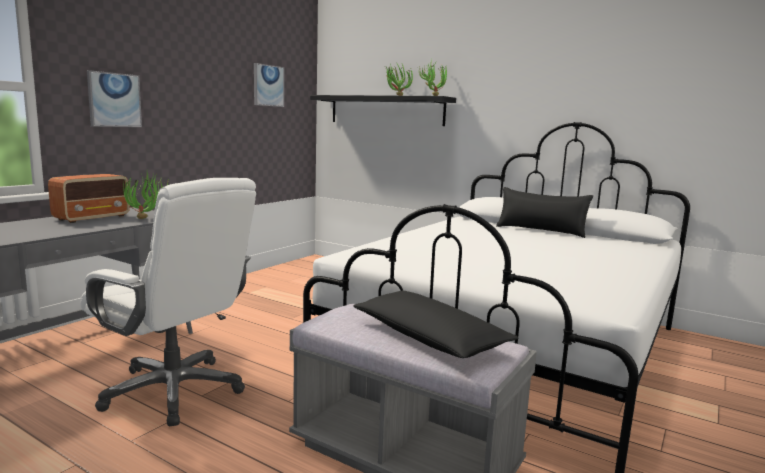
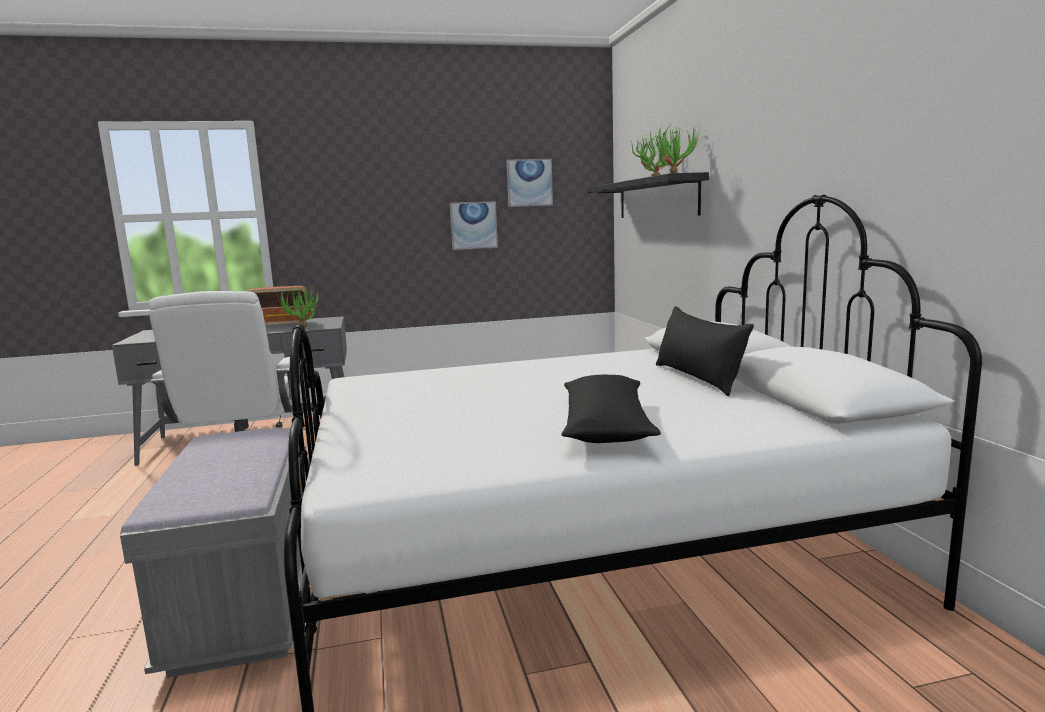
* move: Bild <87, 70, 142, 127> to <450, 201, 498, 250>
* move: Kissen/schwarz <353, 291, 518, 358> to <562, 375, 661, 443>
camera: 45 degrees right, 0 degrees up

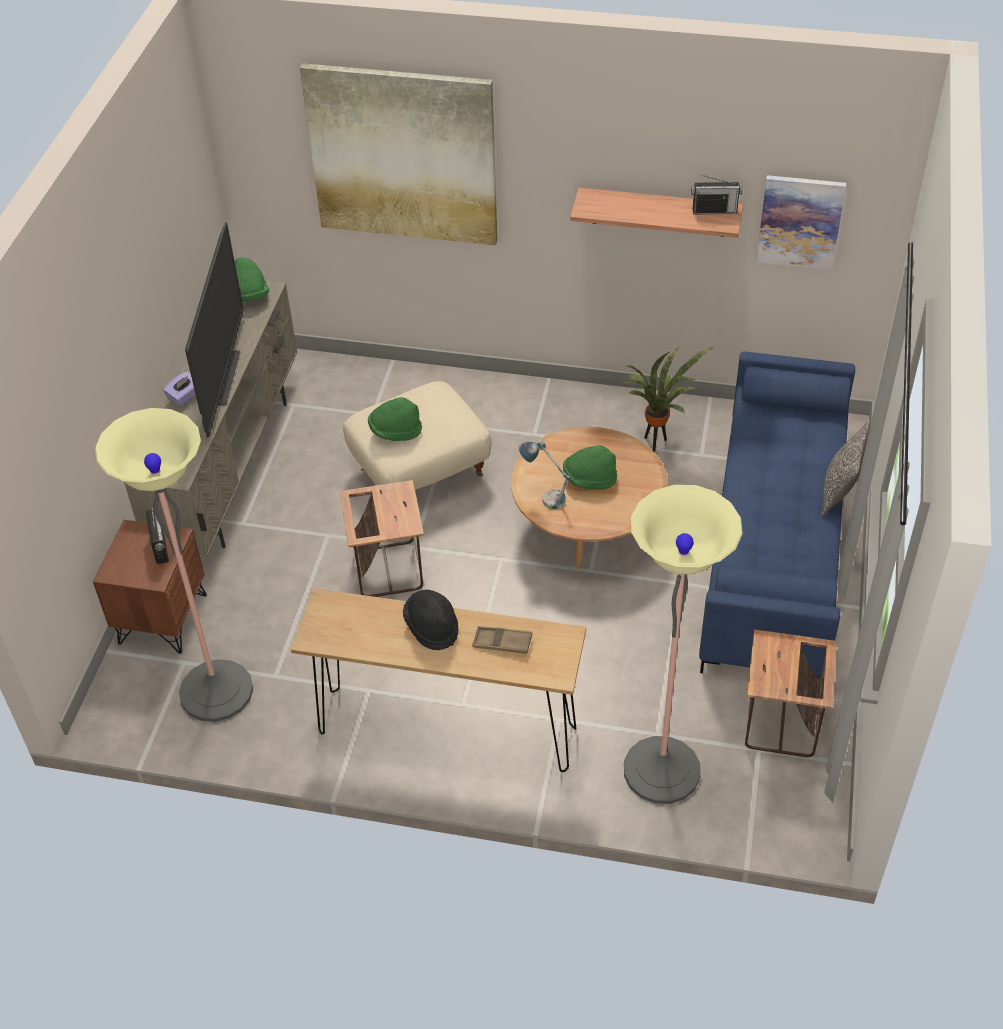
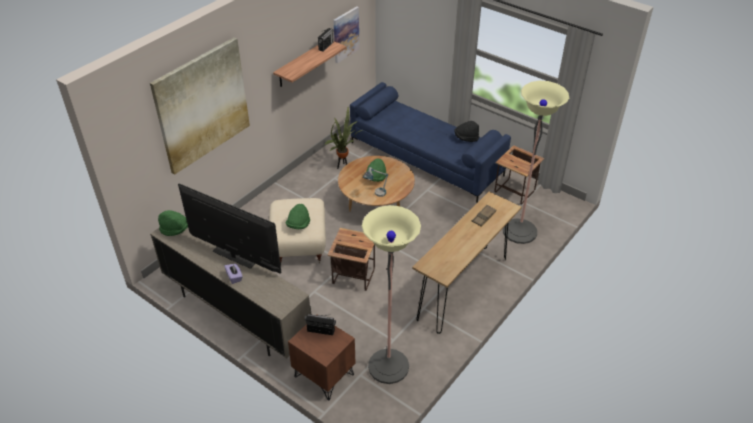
* delete: Kissen <821, 420, 870, 517>
* move: Hut/schwarz <403, 590, 458, 650> to <454, 121, 479, 142>
camera: 65 degrees left, 5 degrees down

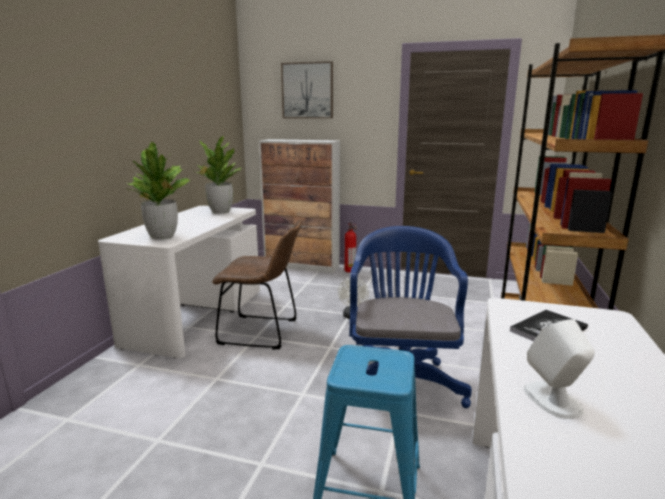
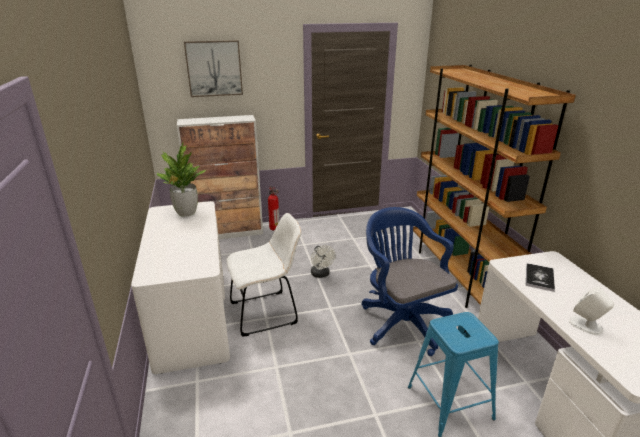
* delete: Topfpflanze <125, 142, 190, 240>
* recolor: Stuhl/braun <212, 220, 301, 349> to Stuhl/weiß <227, 213, 302, 337>
camera: 30 degrees left, 10 degrees up

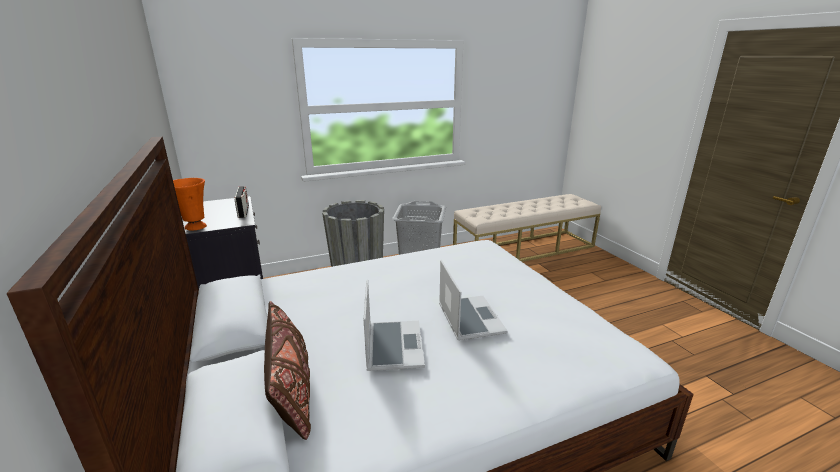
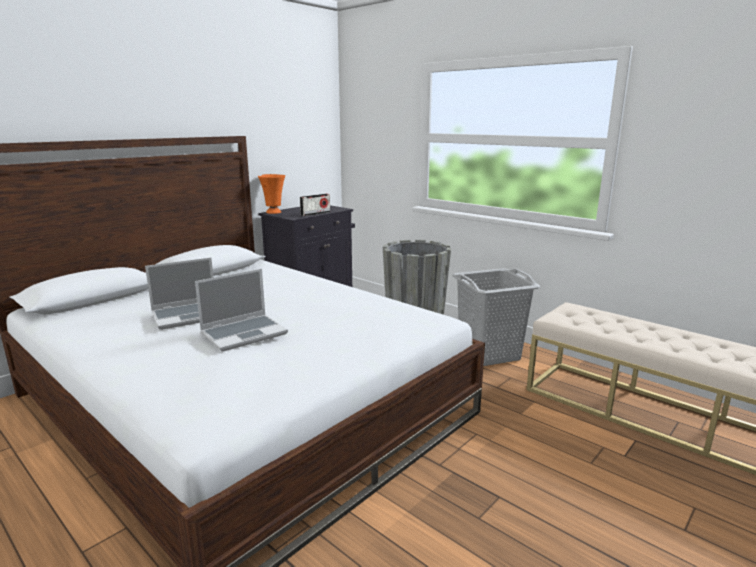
* delete: Kissen/braun <264, 301, 311, 440>
camera: 65 degrees right, 5 degrees down

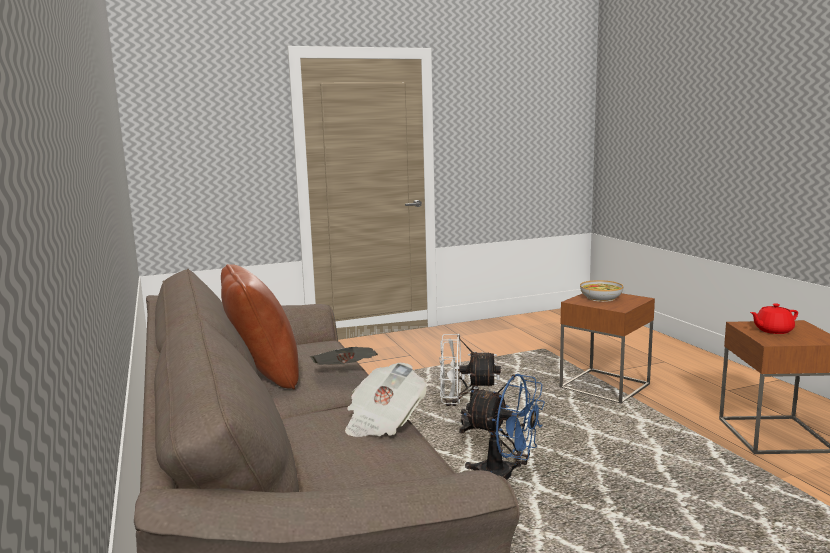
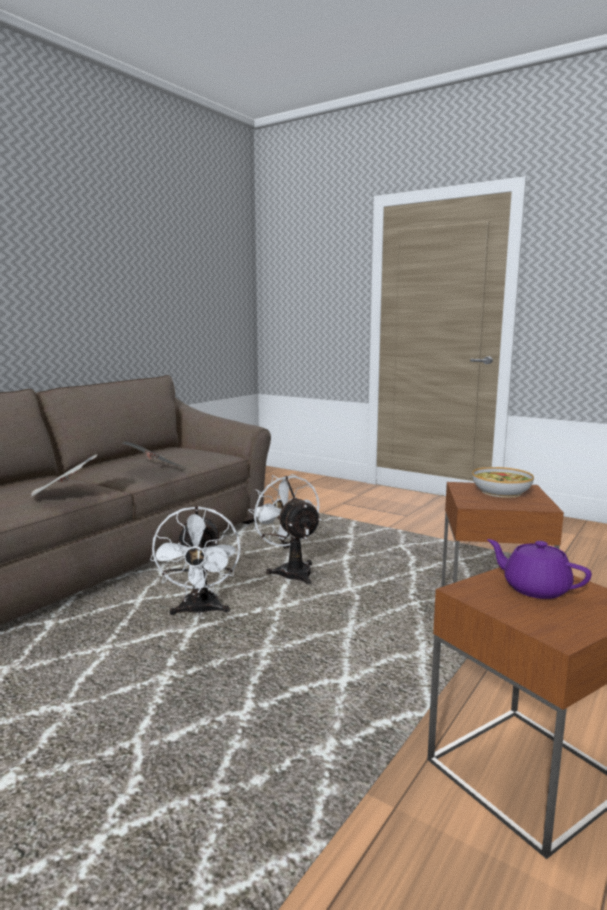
* delete: Kissen/braun <221, 264, 299, 389>
* recolor: Ventilator/blau <464, 374, 545, 480> to Ventilator/weiß <150, 506, 241, 616>
* recolor: Teekanne/rot <750, 303, 798, 334> to Teekanne/lila <487, 539, 592, 599>
camera: 55 degrees right, 0 degrees up

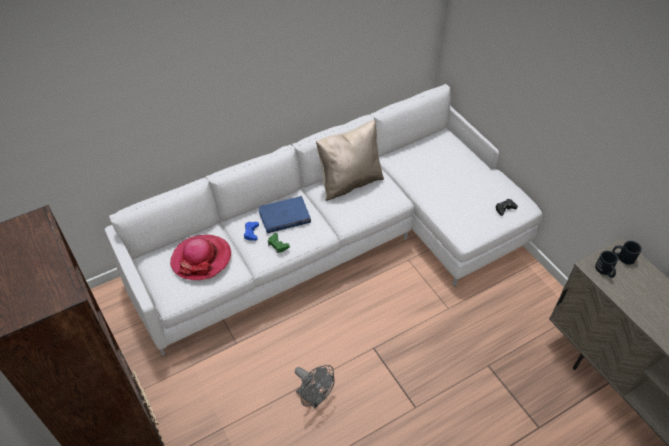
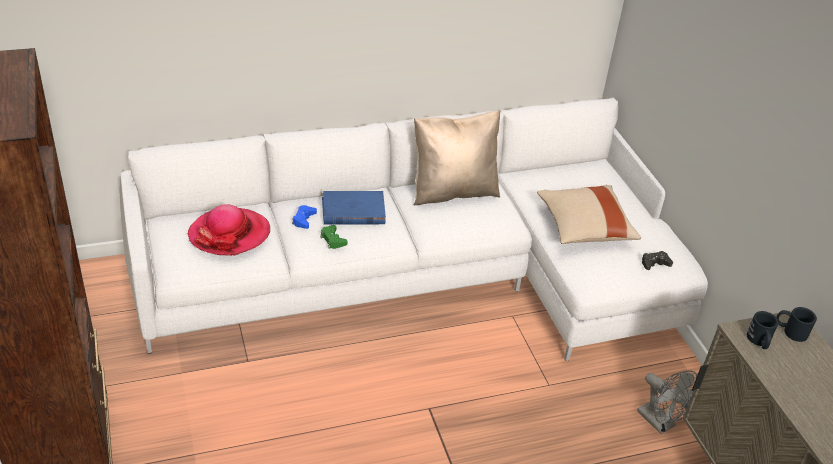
* insert: Kissen/beige <537, 185, 641, 244>
* move: Ventilator/grau <295, 365, 335, 408> to <637, 371, 697, 434>
camera: 10 degrees right, 10 degrees down

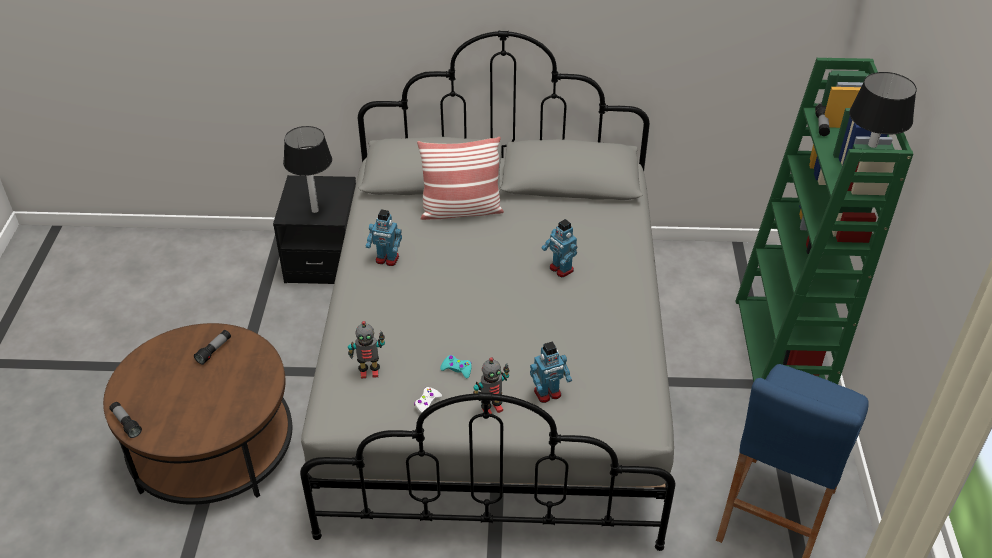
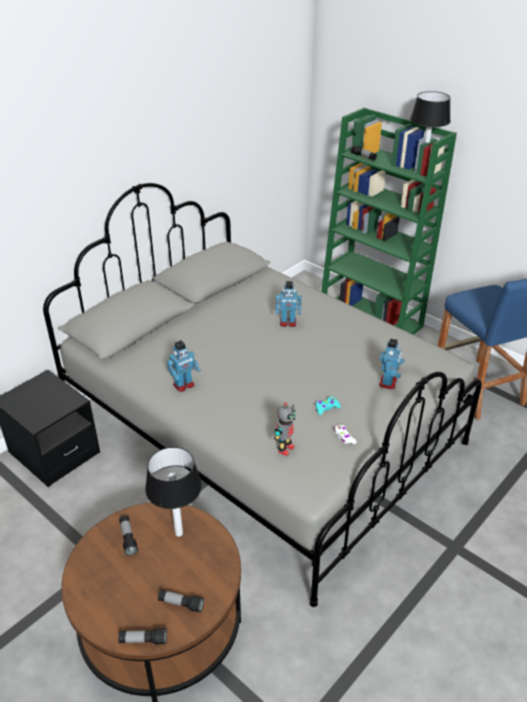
* delete: Kissen <417, 137, 504, 220>
* delete: Spielzeugroboter <473, 357, 510, 414>
* insert: Taschenlampe <158, 589, 204, 613>
* move: Tischlampe <283, 126, 332, 213> to <145, 447, 202, 537>
camera: 50 degrees left, 5 degrees down

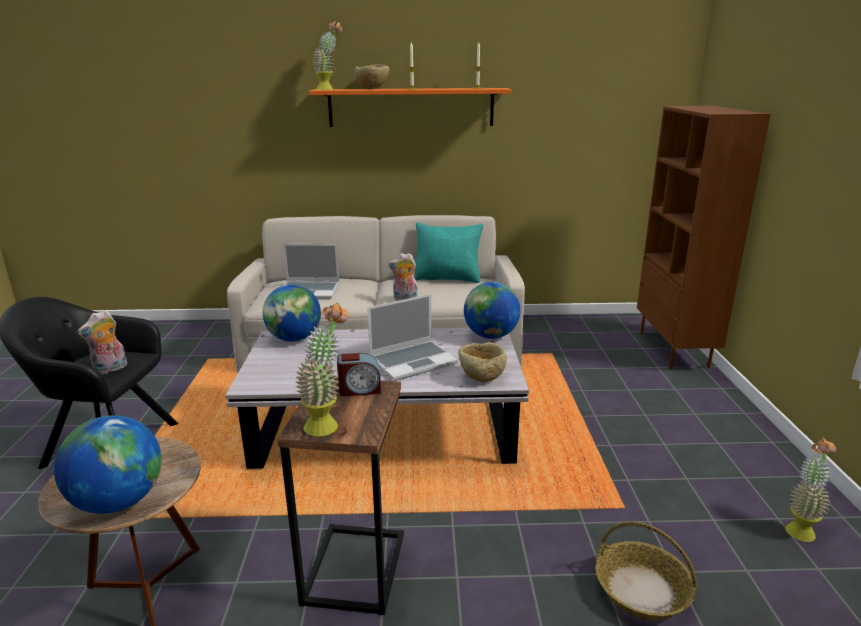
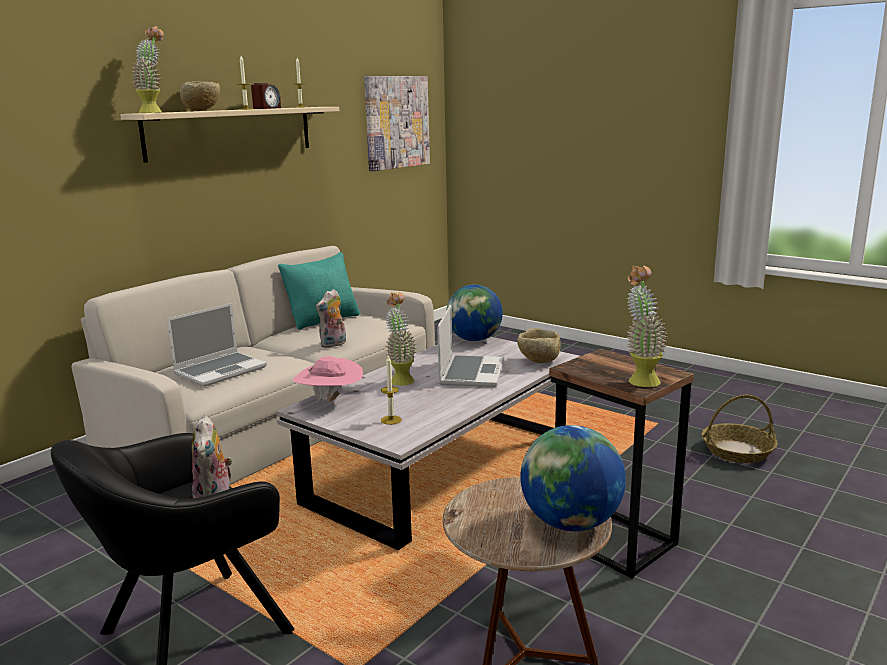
* delete: Bücherregal/braun <637, 106, 771, 369>
* insert: Bild <364, 76, 430, 171>
* insert: Kerze <381, 356, 402, 425>
* move: Wecker <337, 353, 381, 396> to <251, 83, 281, 109>
* move: Topfpflanze <785, 438, 836, 542> to <386, 292, 416, 386>
* replace: Globus <263, 284, 321, 342> to Hut/rosa <293, 356, 363, 403>
* recolor: Wandregal/orange <309, 88, 512, 127> to Wandregal/beige <120, 107, 339, 163>
camera: 50 degrees left, 5 degrees down

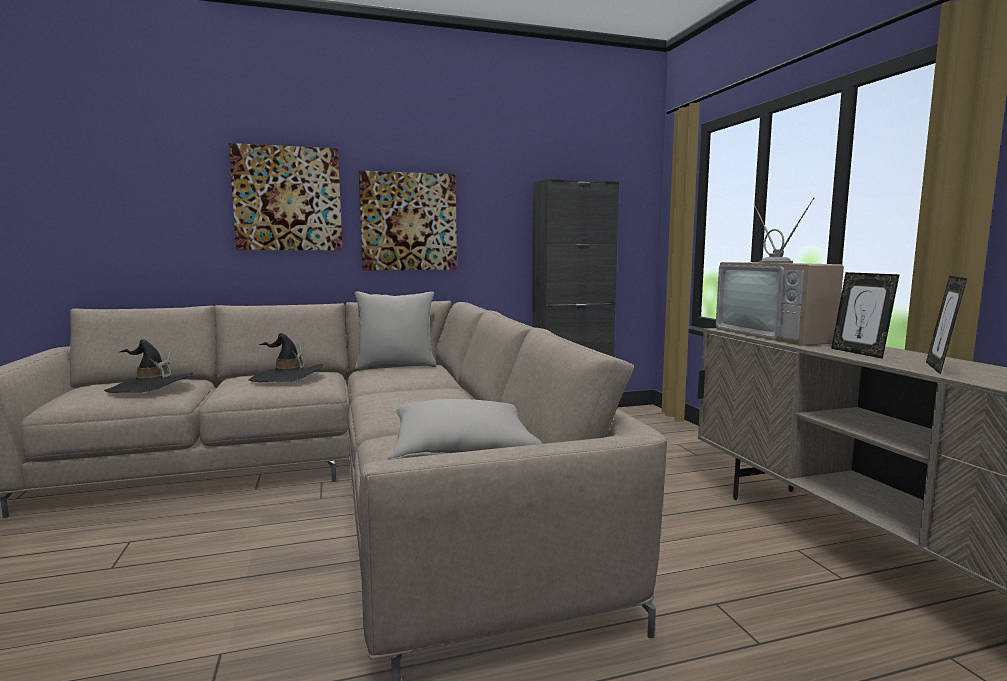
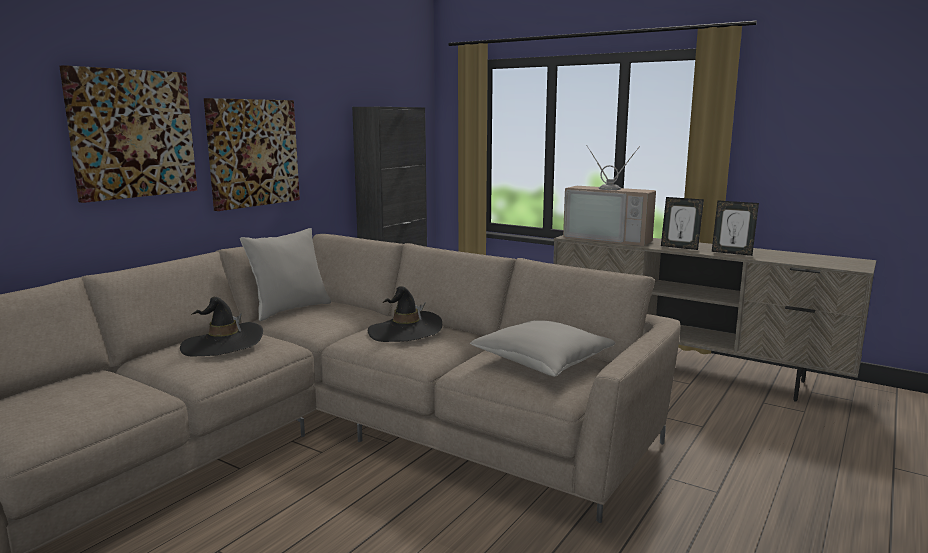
* move: Hut/schwarz <104, 339, 193, 393> to <368, 286, 442, 342>
* rotate: Bilderrahmen <926, 276, 967, 375> = <712, 200, 759, 256> 45 degrees counterclockwise
camera: 40 degrees left, 5 degrees up

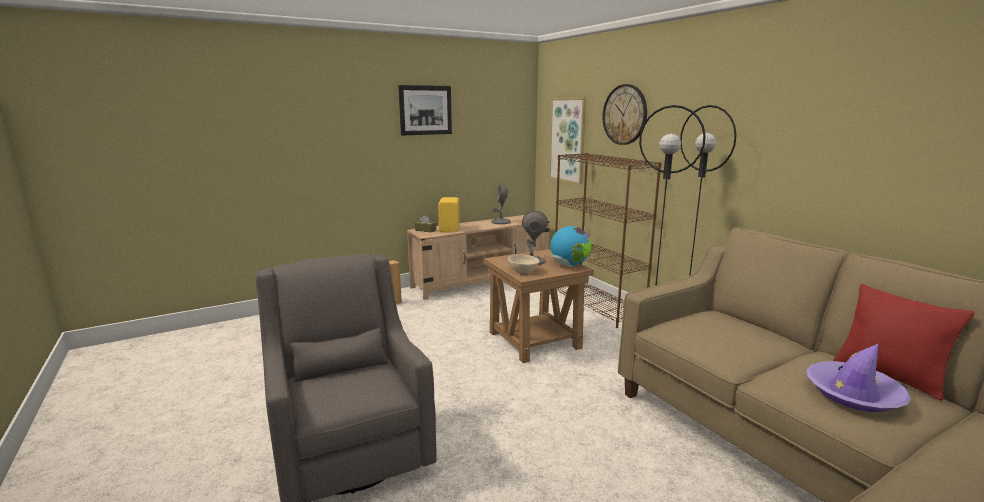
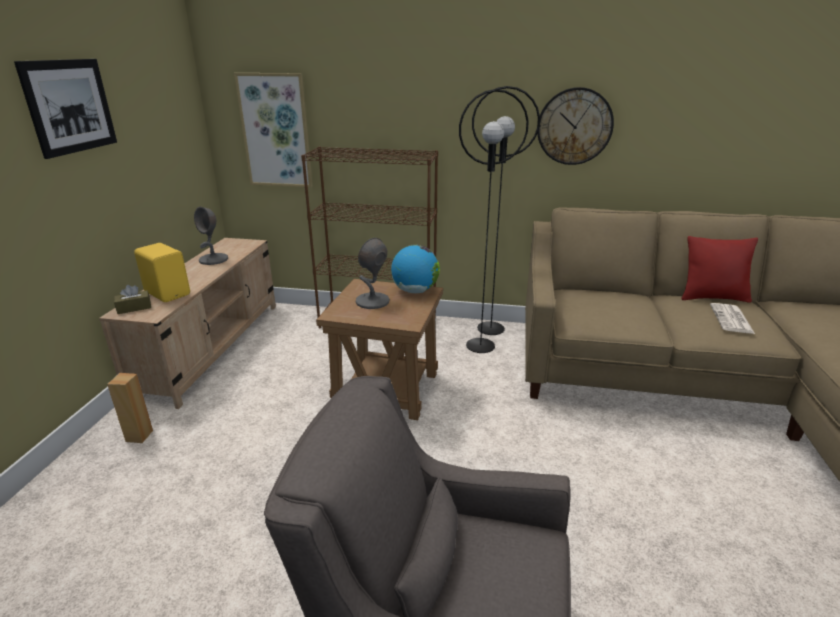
* delete: Schüssel/beige <508, 254, 539, 273>
* move: Wanduhr <603, 84, 647, 145> to <537, 87, 614, 165>
* replace: Hut/lila <806, 344, 911, 412> to Zeitung <710, 303, 755, 334>
camera: 50 degrees left, 10 degrees up

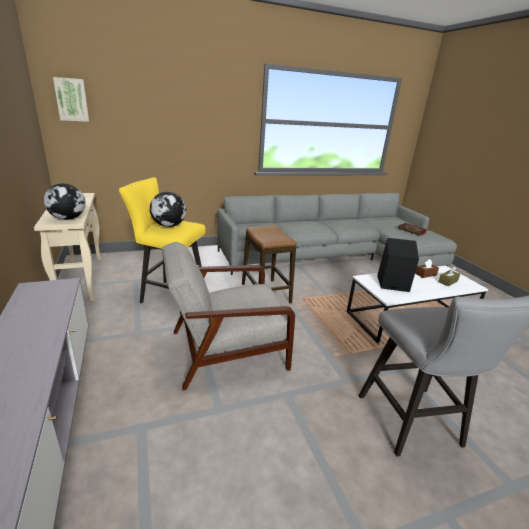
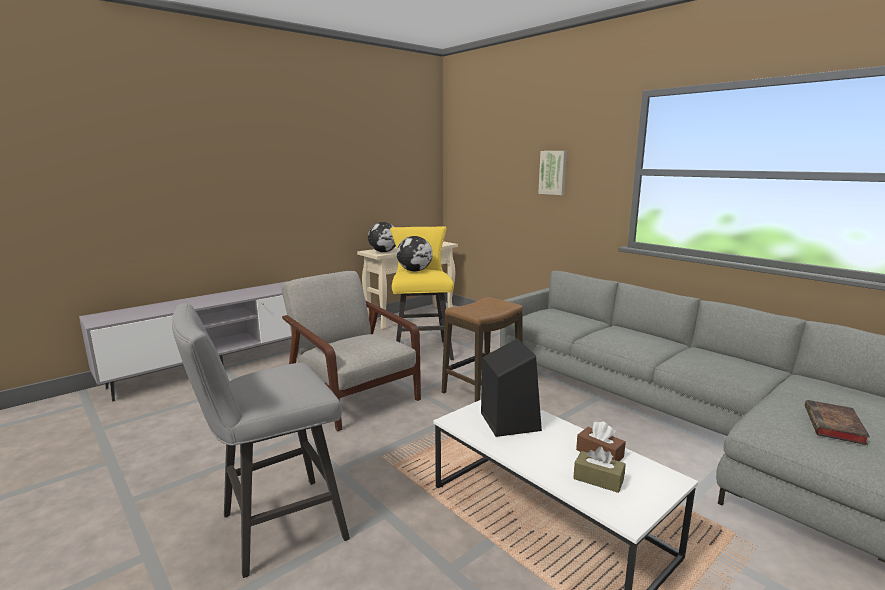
* move: Bild <53, 77, 89, 122> to <538, 151, 567, 195>
camera: 70 degrees right, 10 degrees down

